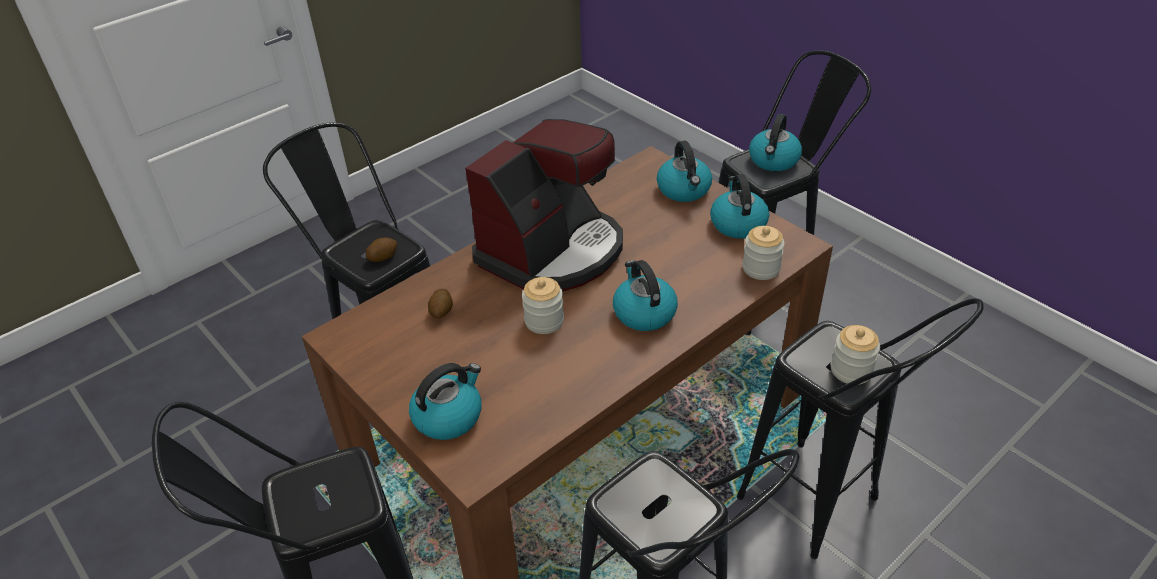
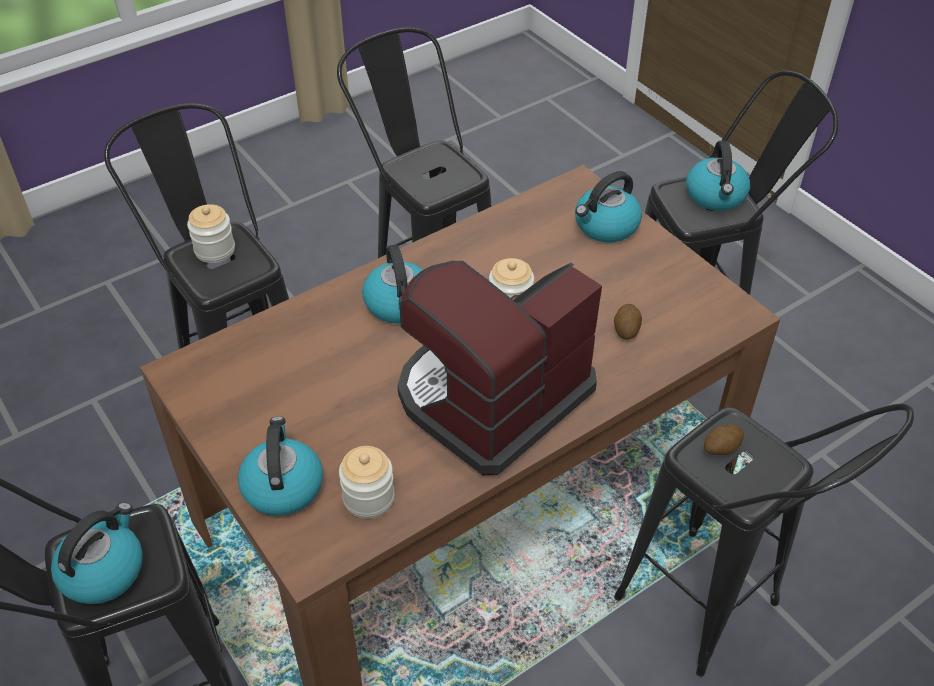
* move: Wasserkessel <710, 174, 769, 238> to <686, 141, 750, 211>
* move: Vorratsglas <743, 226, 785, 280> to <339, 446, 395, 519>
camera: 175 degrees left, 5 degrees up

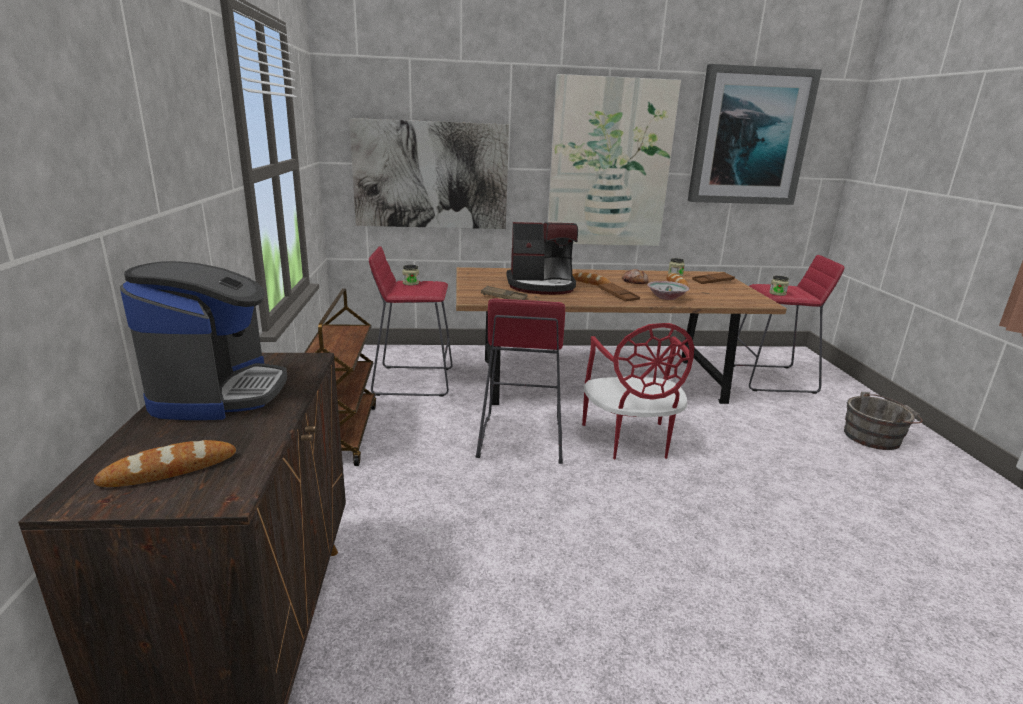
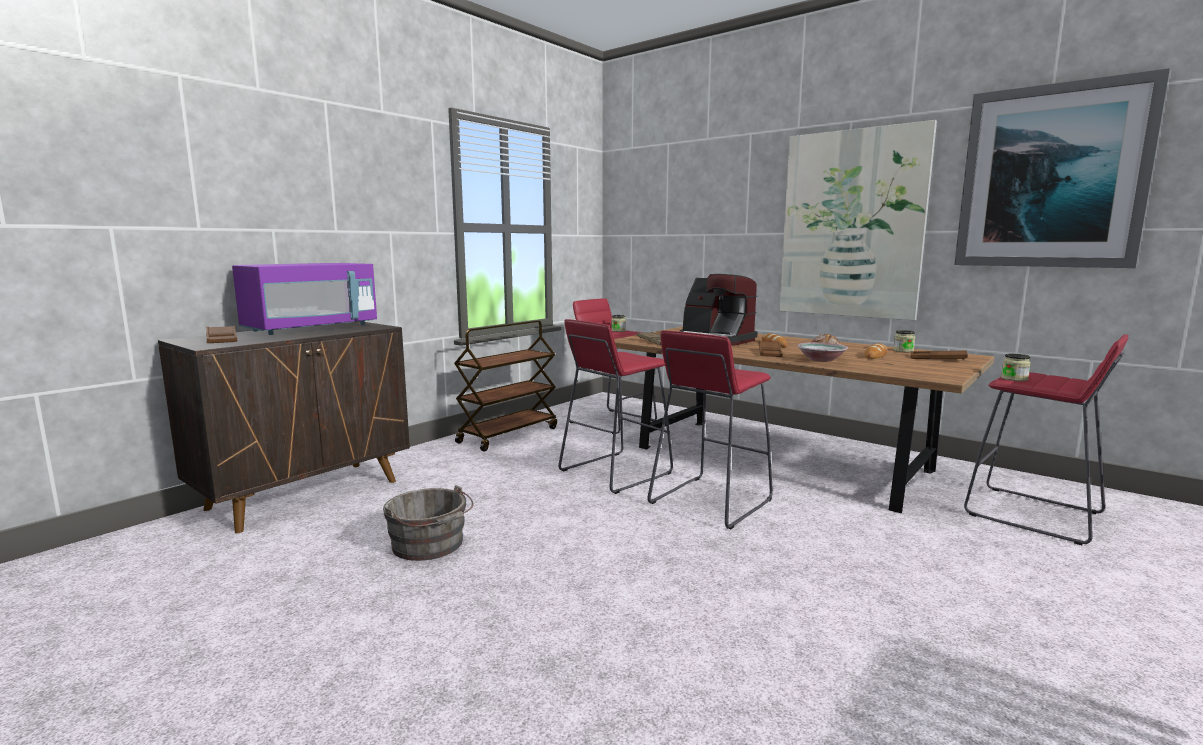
* delete: Bild <349, 118, 509, 229>
* move: Eimer/grau <844, 392, 923, 450> to <383, 485, 474, 561>
* replace: Brot <94, 440, 236, 487> to Tablett/braun <206, 326, 237, 343>
* replace: Kaffeemaschine <120, 261, 287, 420> to Mikrowelle/lila <232, 263, 377, 335>
* replace: Stuhl/rot <582, 323, 694, 460> to Hocker/rot <647, 330, 773, 529>
camera: 45 degrees right, 10 degrees down

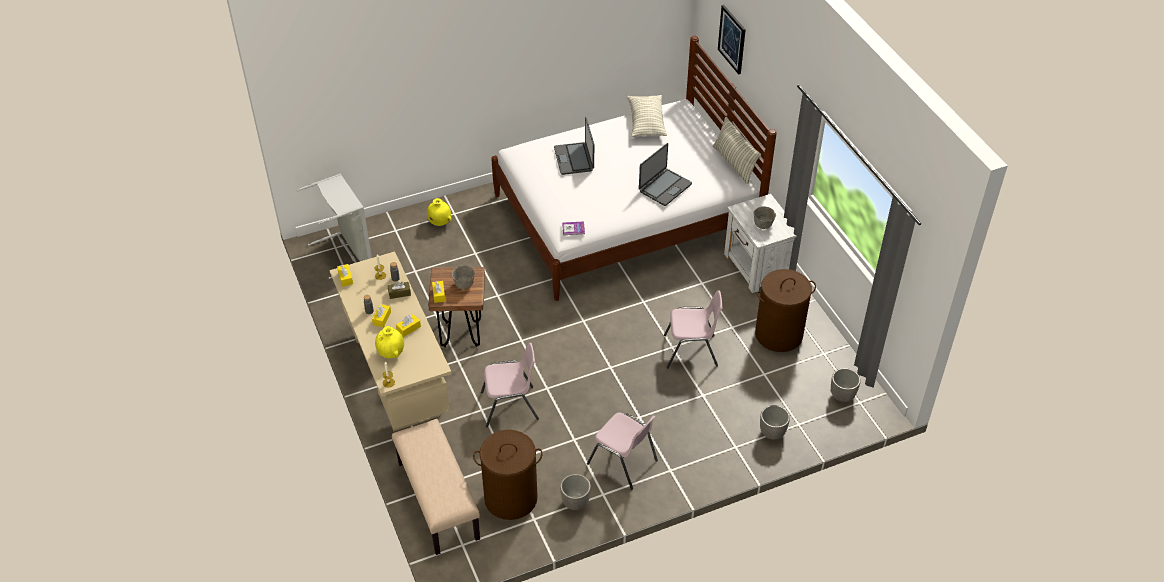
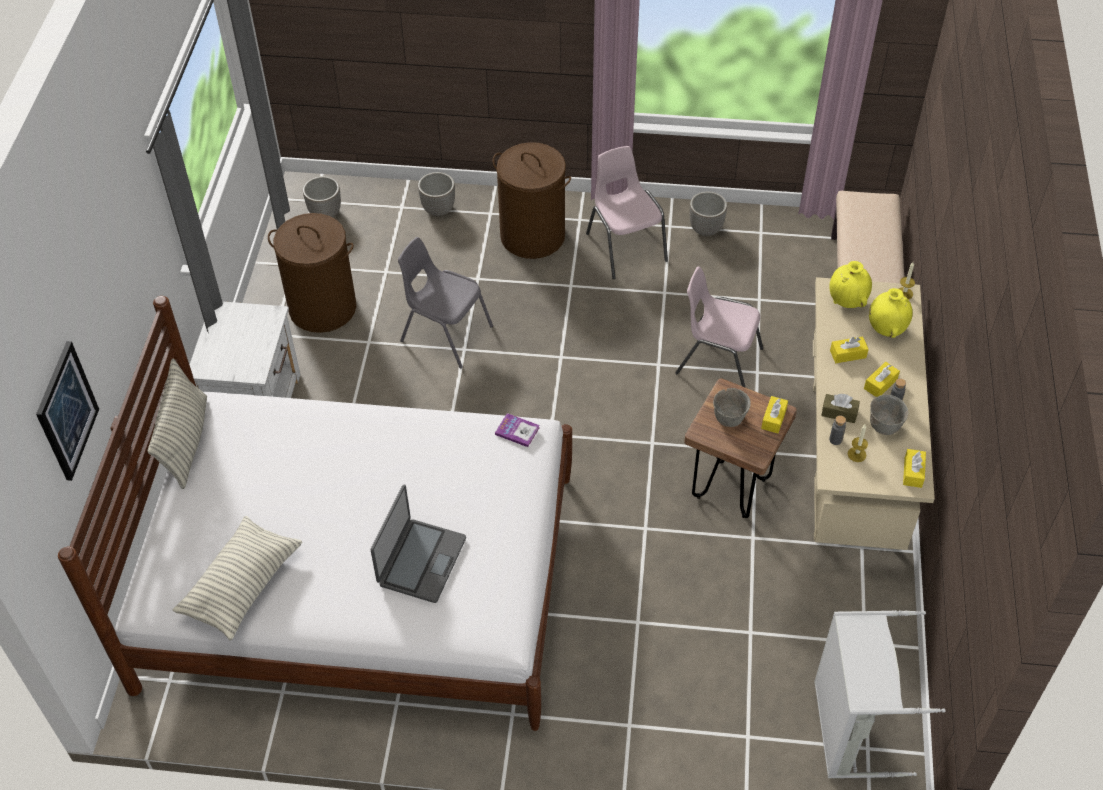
* delete: Laptop <639, 143, 692, 206>
* move: Vase/gelb <427, 198, 452, 226> to <830, 261, 872, 308>
* move: Wäschekorb/braun <473, 430, 543, 520> to <493, 142, 571, 259>
* move: Schüssel/grau <754, 206, 776, 229> to <870, 395, 908, 435>
* recolor: Stuhl/rosa <664, 290, 722, 368> to Stuhl/grau <398, 237, 493, 369>
camera: 150 degrees left, 5 degrees up

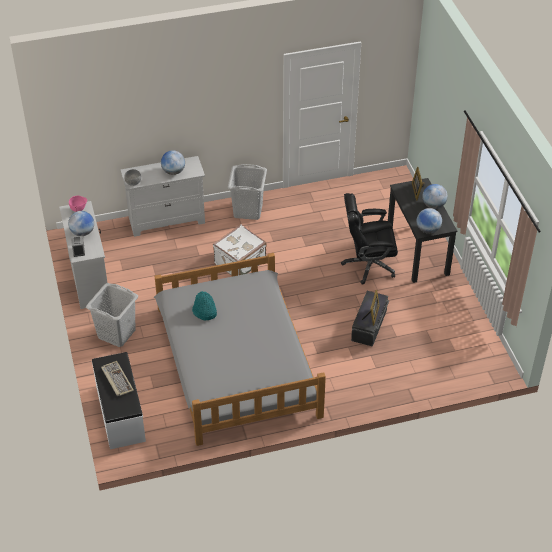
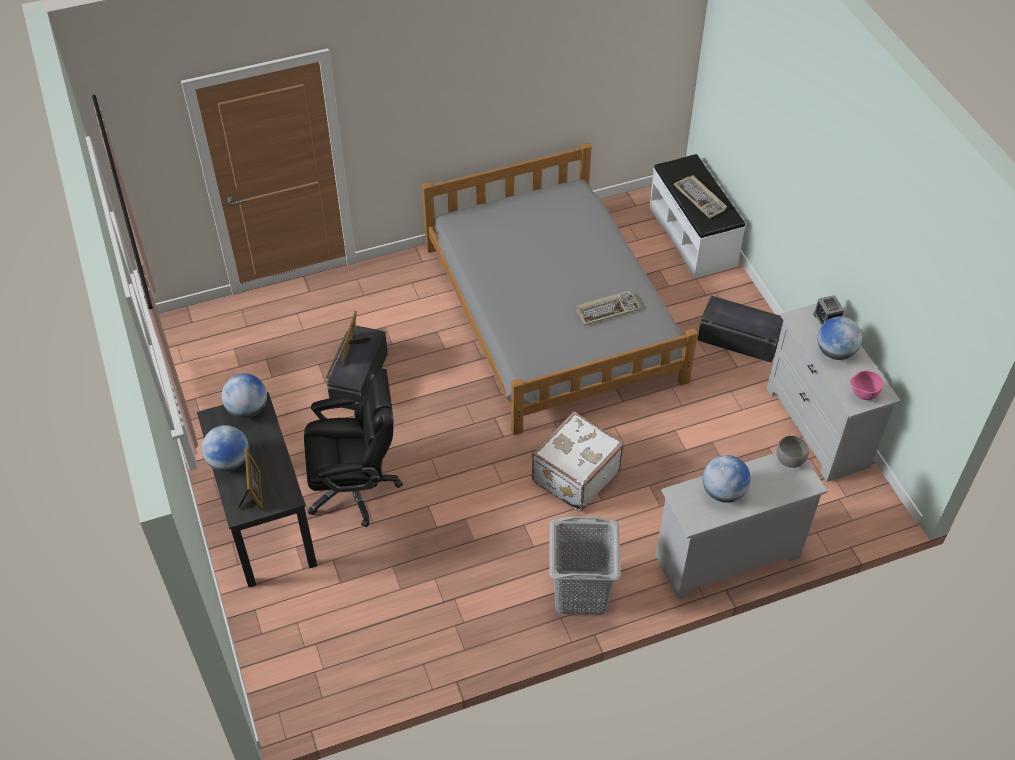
* replace: Wäschekorb/grau <86, 283, 138, 347> to Aufbewahrungsbox/schwarz <698, 296, 783, 363>
* replace: Hut/türkis <192, 291, 217, 320> to Tastatur <576, 291, 641, 325>
camera: 175 degrees right, 5 degrees up

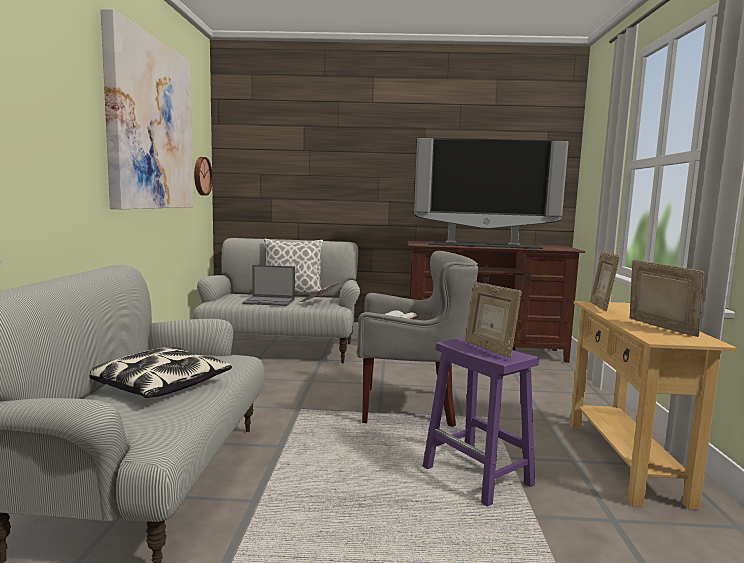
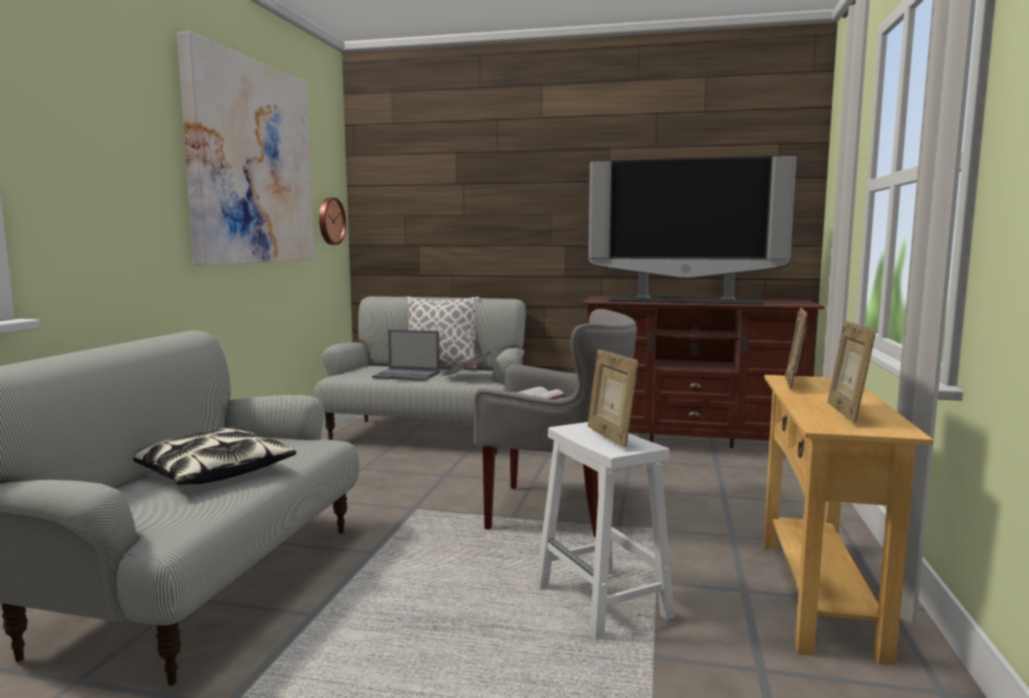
* recolor: Hocker/lila <423, 337, 539, 507> to Hocker/weiß <536, 422, 674, 641>
* rotate: Bilderrahmen <630, 260, 704, 337> = <827, 321, 876, 422> 150 degrees counterclockwise
camera: 10 degrees right, 0 degrees up

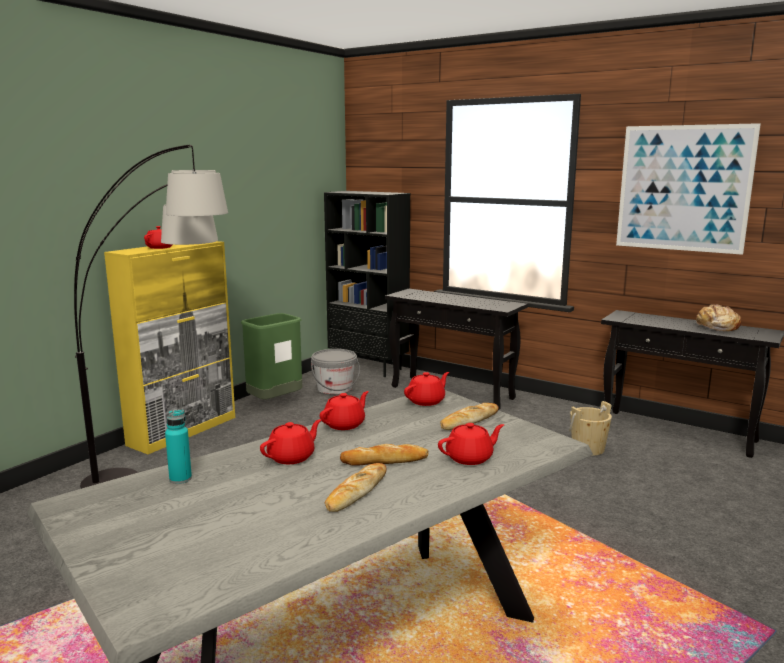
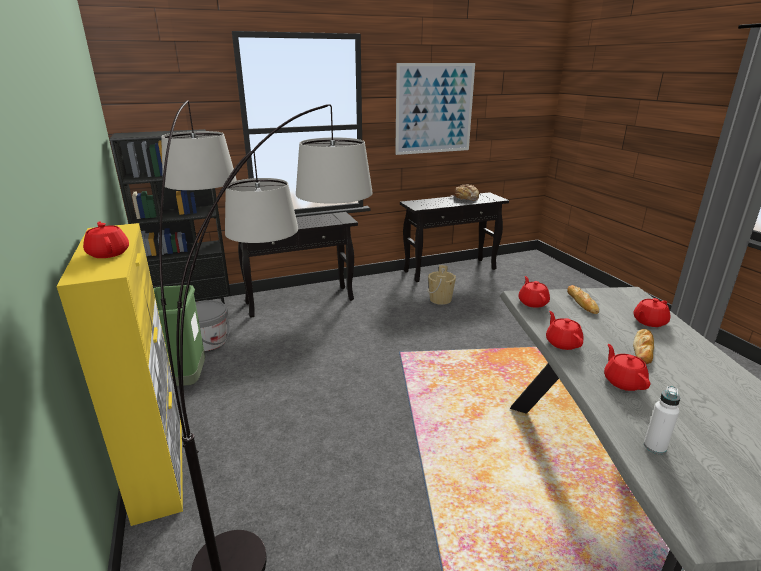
* delete: Brot <324, 463, 387, 512>
* recolor: Flasche/türkis <165, 410, 192, 484> to Flasche/weiß <644, 386, 680, 454>
* rotate: Teekanne/rot <438, 423, 504, 465> = <633, 298, 670, 327> 135 degrees counterclockwise
camera: 55 degrees left, 10 degrees up

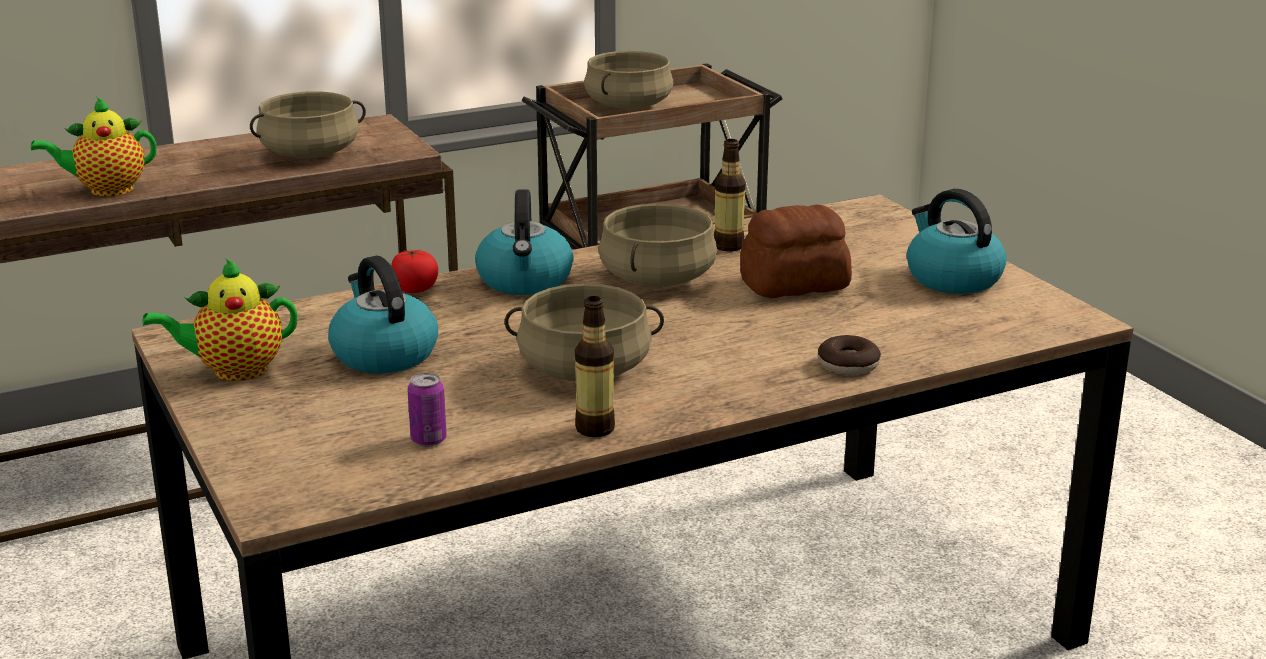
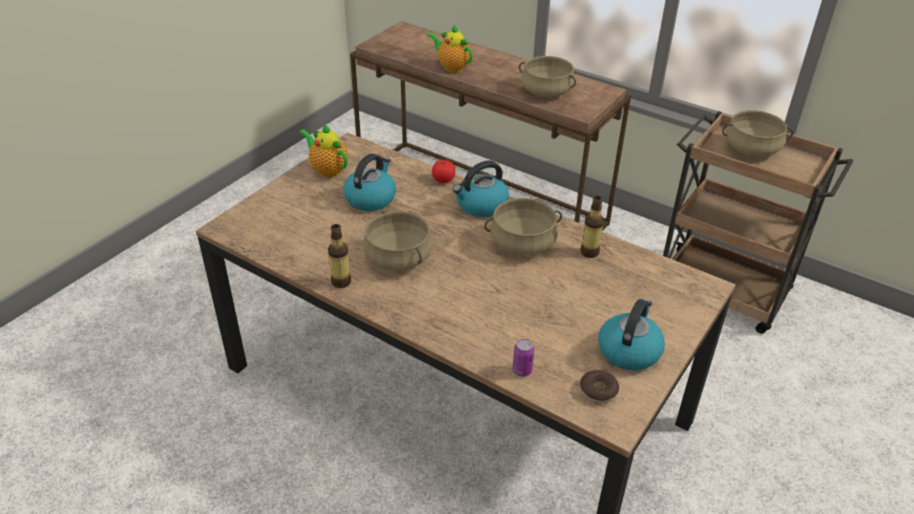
* delete: Brot <740, 205, 852, 298>
* move: Dose <407, 373, 447, 446> to <513, 339, 534, 377>
* move: Donut <818, 335, 881, 375> to <580, 370, 619, 403>
camera: 60 degrees right, 15 degrees up

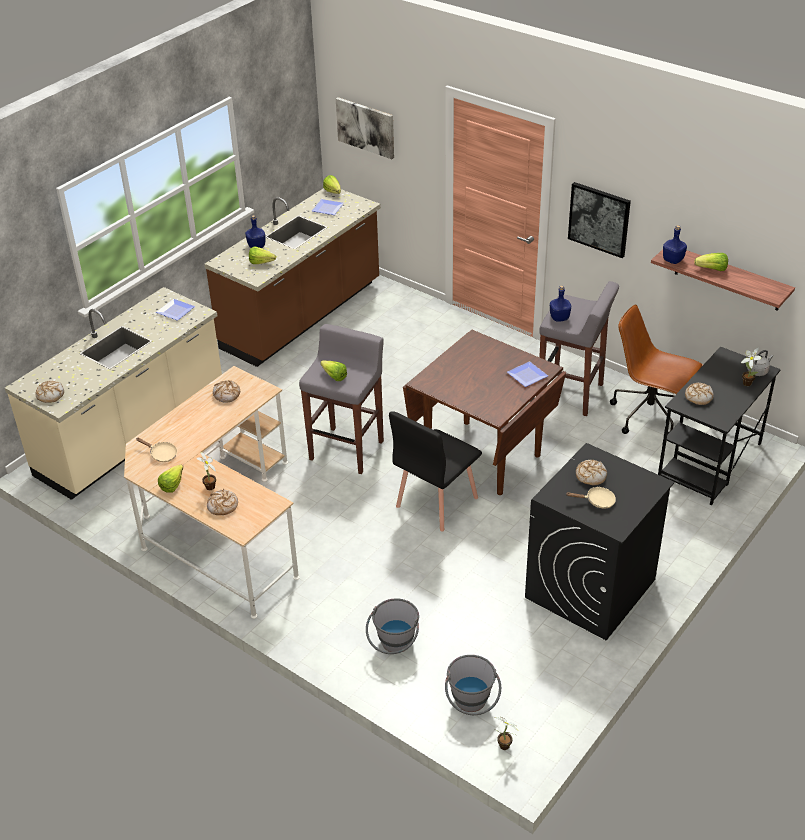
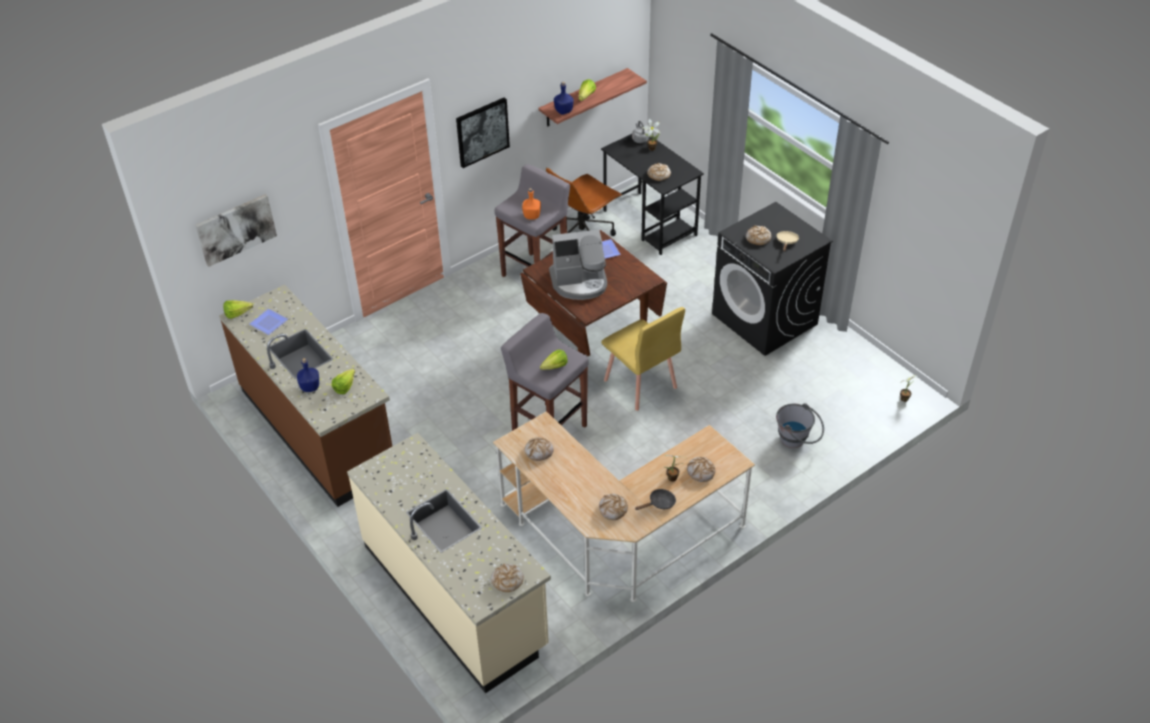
* delete: Teller <156, 299, 195, 321>
* delete: Eimer/grau <445, 655, 501, 715>
* insert: Kaffeemaschine <549, 230, 607, 300>
* replace: Pfanne/beige <136, 438, 177, 462> to Brot <599, 494, 628, 520>
* replace: Salatkopf <158, 464, 183, 493> to Pfanne/schwarz <635, 489, 676, 510>
* recolor: Stuhl/schwarz <389, 411, 482, 531> to Stuhl/gelb <601, 307, 685, 411>
* recolor: Flasche/blau <550, 286, 571, 321> to Flasche/orange <522, 188, 541, 219>
camera: 75 degrees left, 5 degrees up

